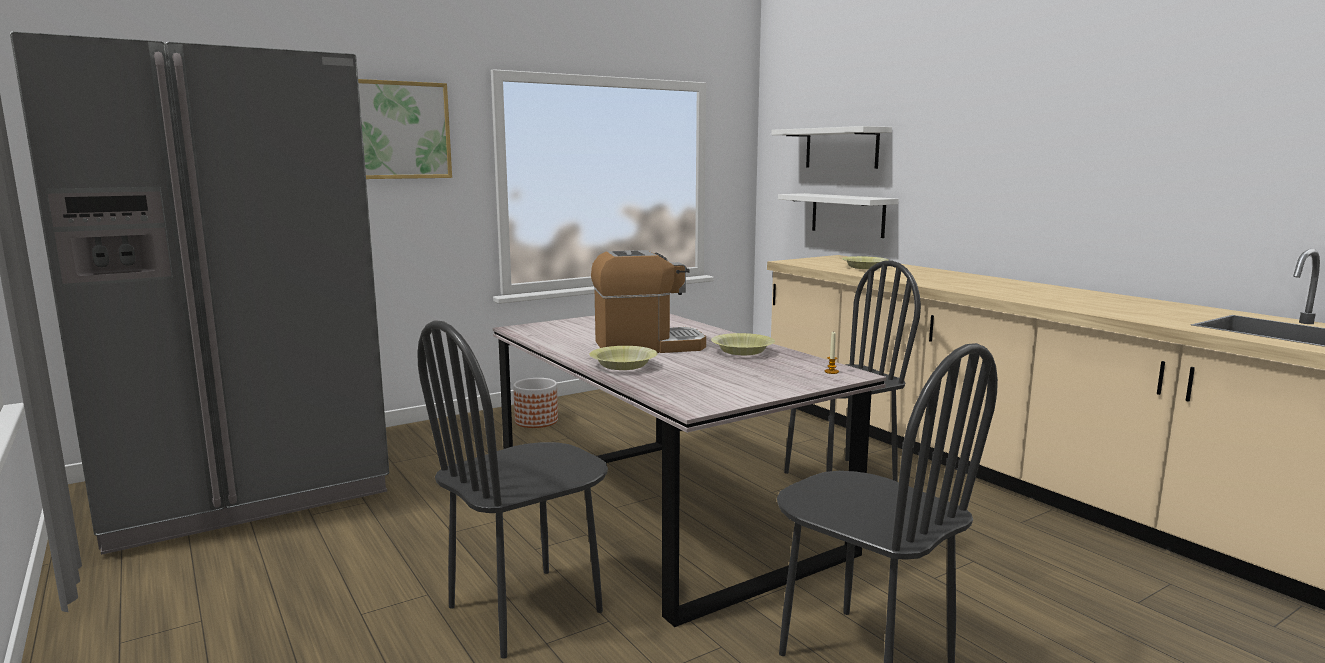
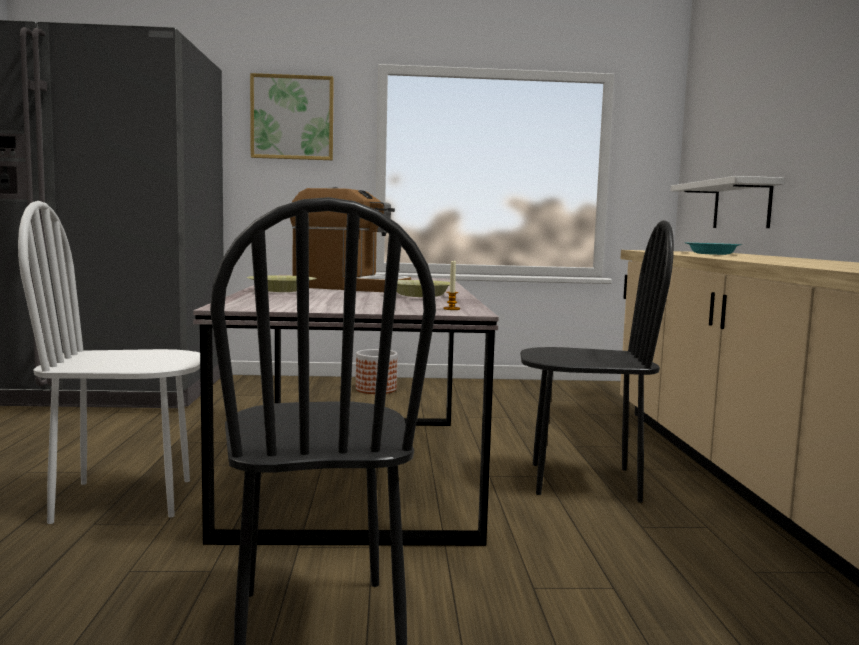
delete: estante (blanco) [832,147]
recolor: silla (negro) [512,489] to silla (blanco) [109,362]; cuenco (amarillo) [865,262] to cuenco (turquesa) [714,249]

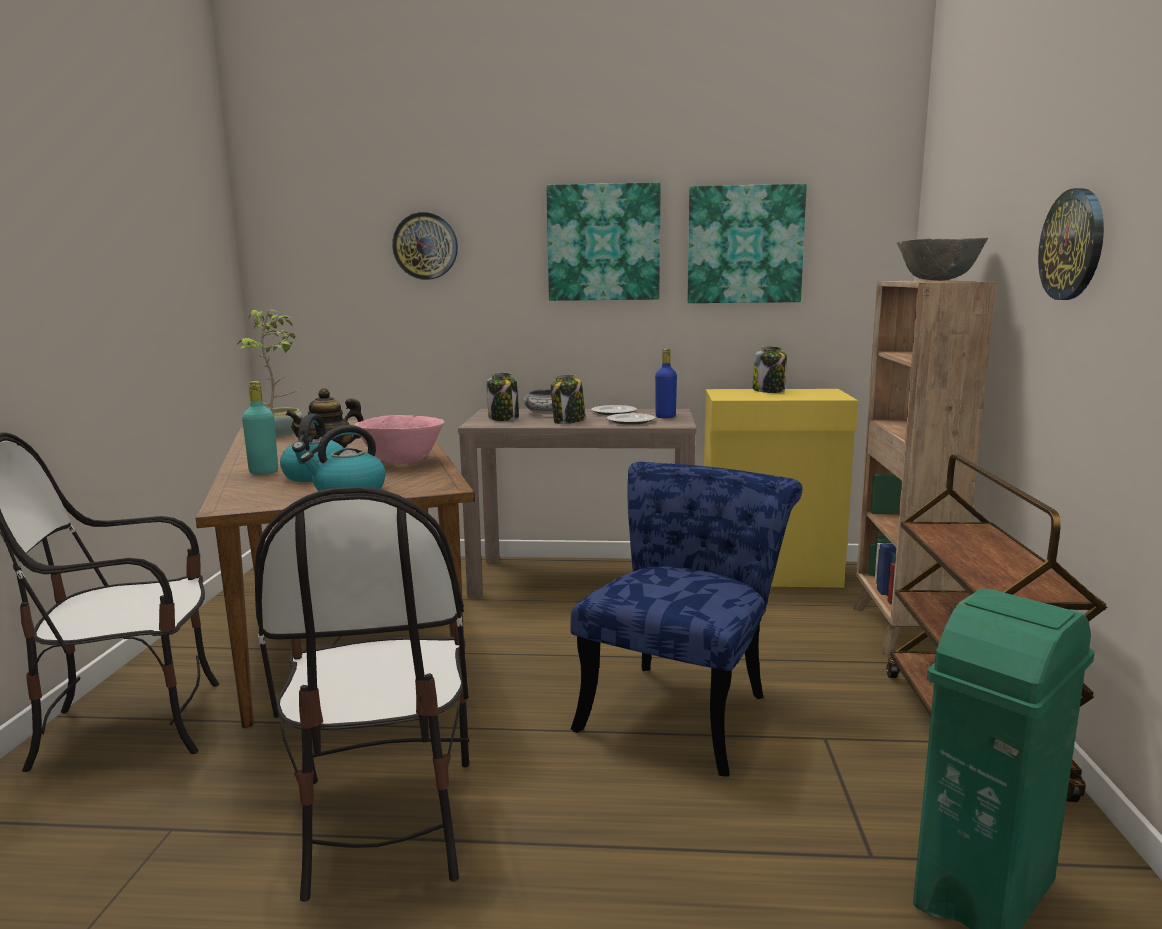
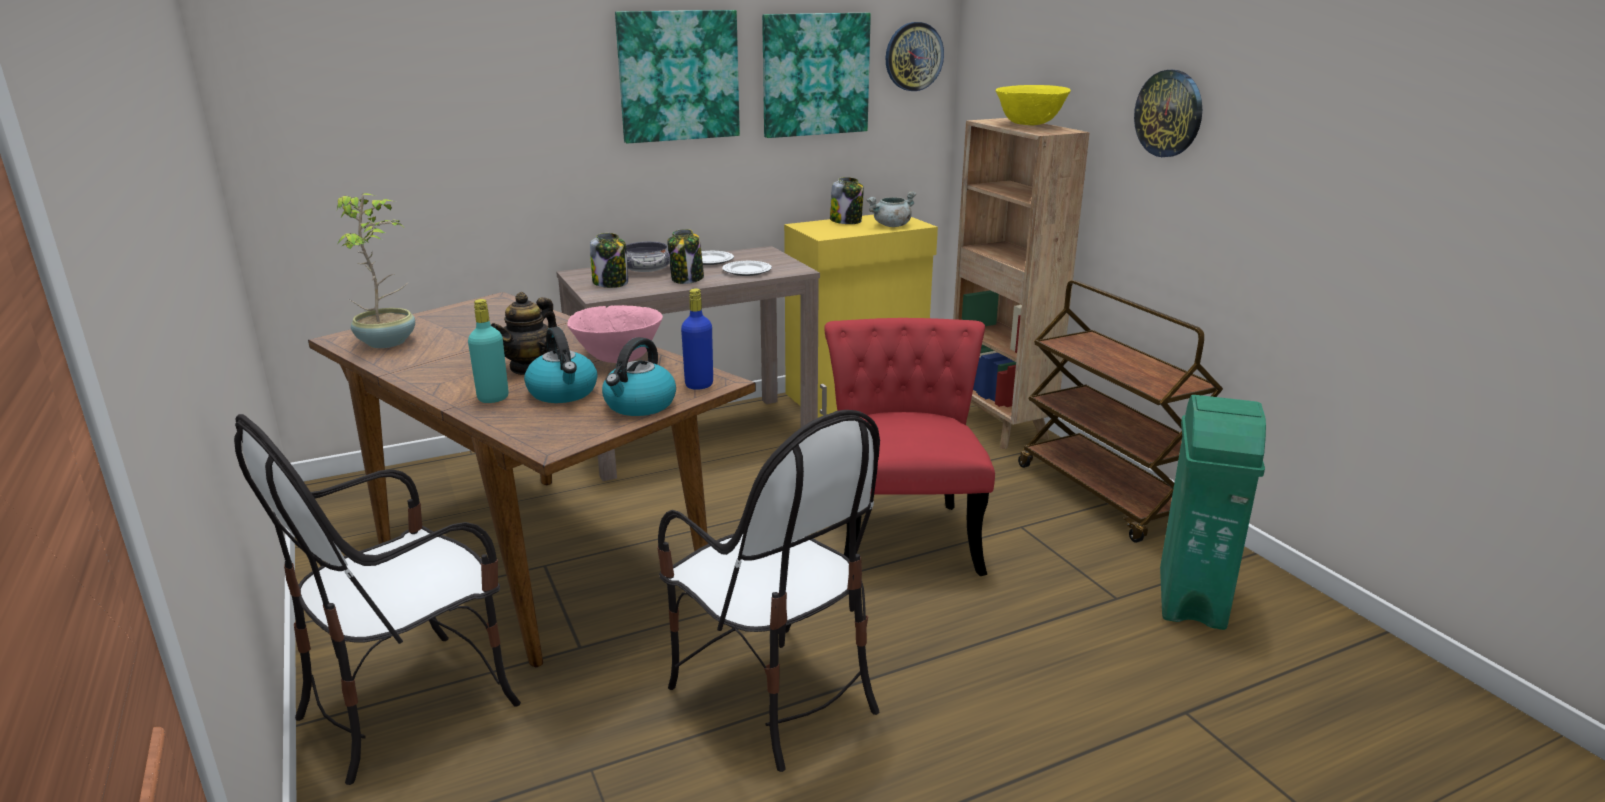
insert: olla (gris) [891,209]
move: reloj de pared [425,246] to [914,56]; botella (azul) [666,383] to [697,339]
recolor: silla (azul) [686,619] to silla (rojo) [909,447]; cuenco (gris) [942,259] to cuenco (amarillo) [1033,105]

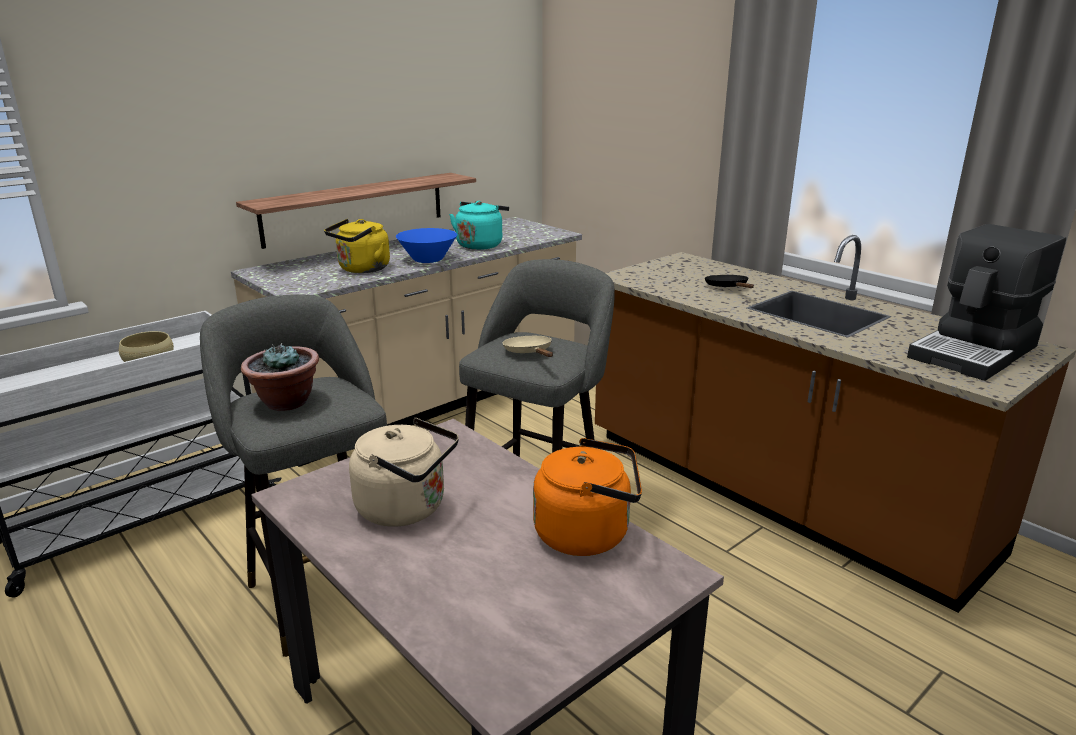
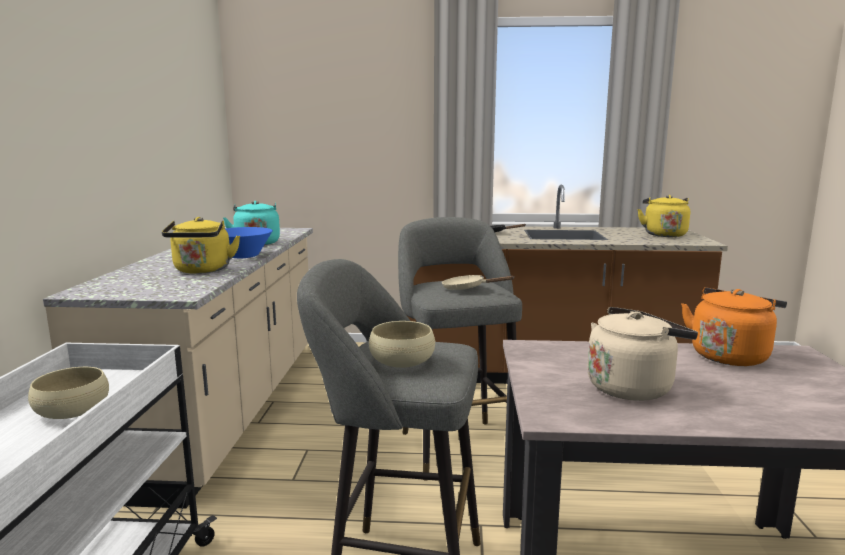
delete: estante [356,211]
replace: planta en maceta [280,377] to cuenco (beis) [402,344]; cafetera [986,302] to hervidor (amarillo) [663,216]

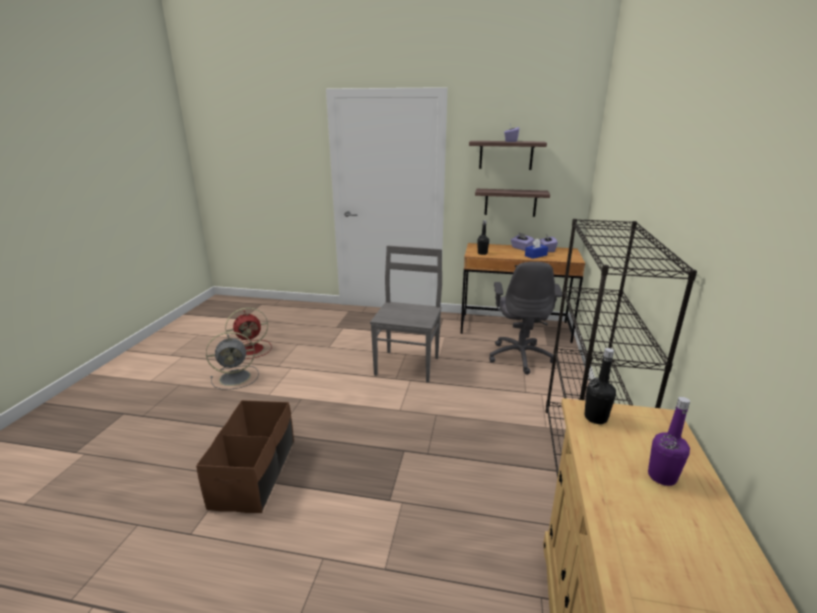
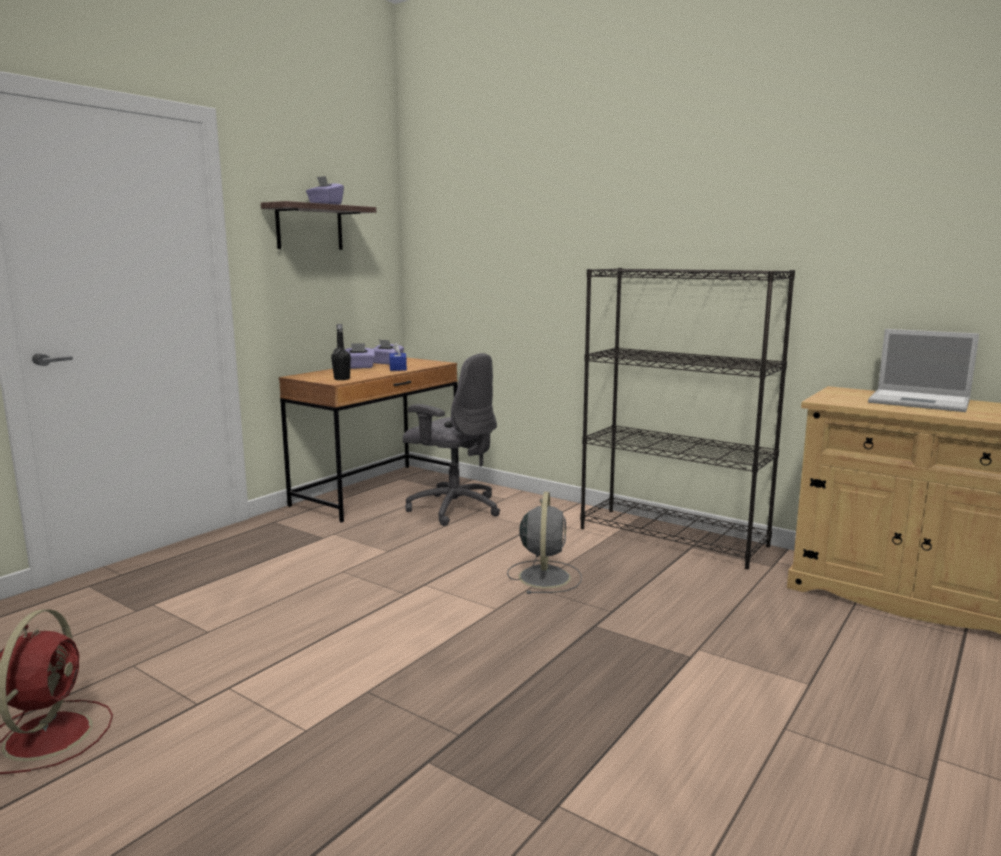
delete: caja de almacenaje (marrón) [245,456]; silla (gris) [406,314]; estante [512,203]; botella (negro) [600,386]
move: ventilador (gris) [232,361] to [544,543]
replace: botella (morado) [669,441] to portátil [923,370]

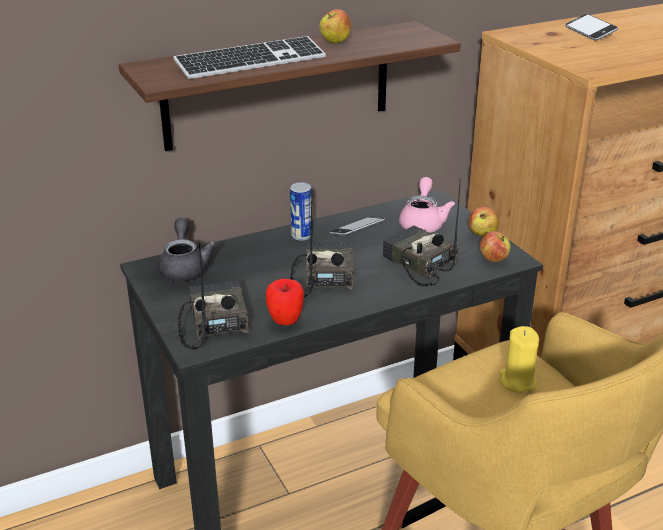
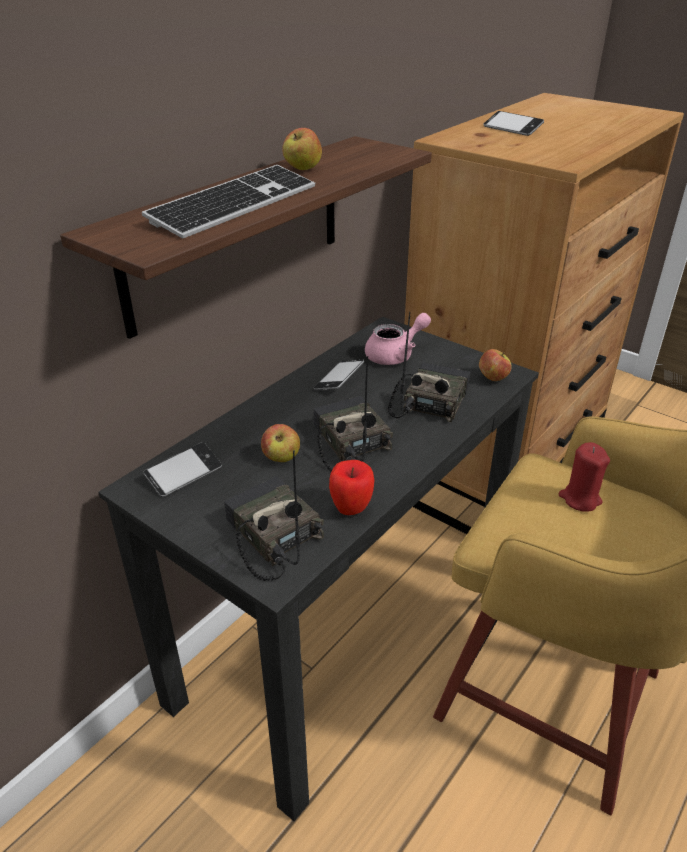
delete: lata [301,212]
move: manzana [483,222] to [280,443]
replace: tetera (gris) [187,249] to móvil [182,469]
recolor: vela (amarillo) [519,359] to vela (rojo) [584,477]
rotate: radio [422,233] = [429,367] 90 degrees clockwise; tetera (rosa) [427,205] = [398,339] 75 degrees clockwise

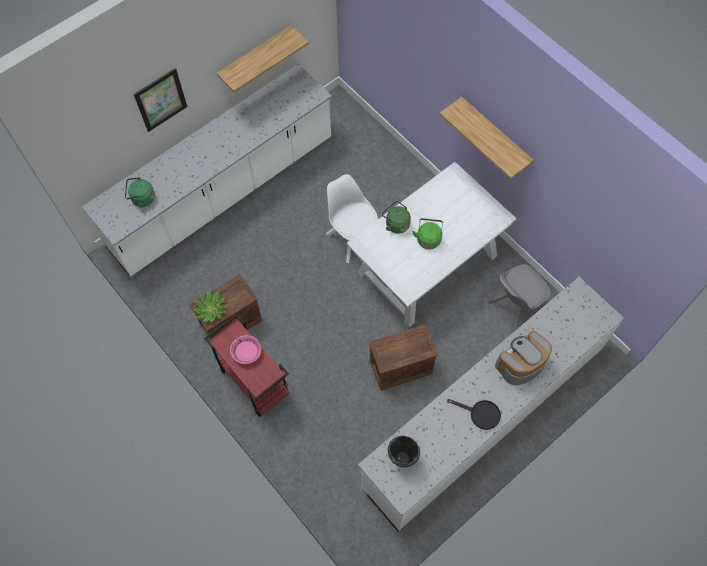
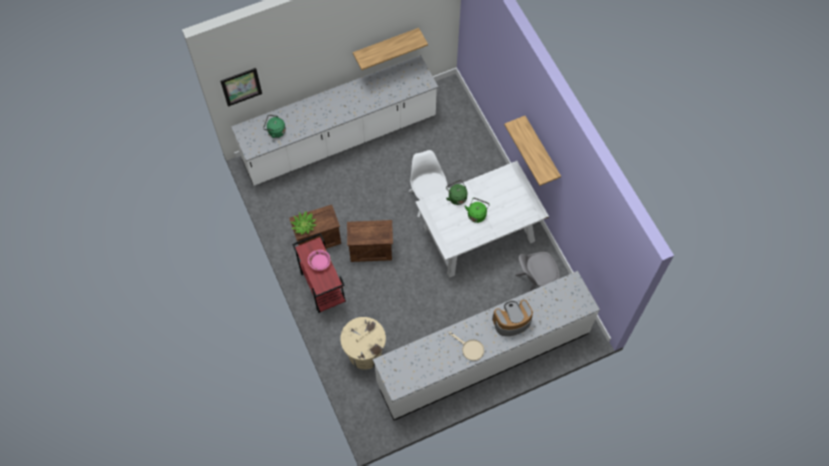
delete: olla (negro) [404,451]
insert: papelera (beis) [363,343]
move: cuadro [160,100] to [241,87]; caja de embalaje [403,357] to [370,241]
recolor: sartén (negro) [474,414] to sartén (beis) [466,346]

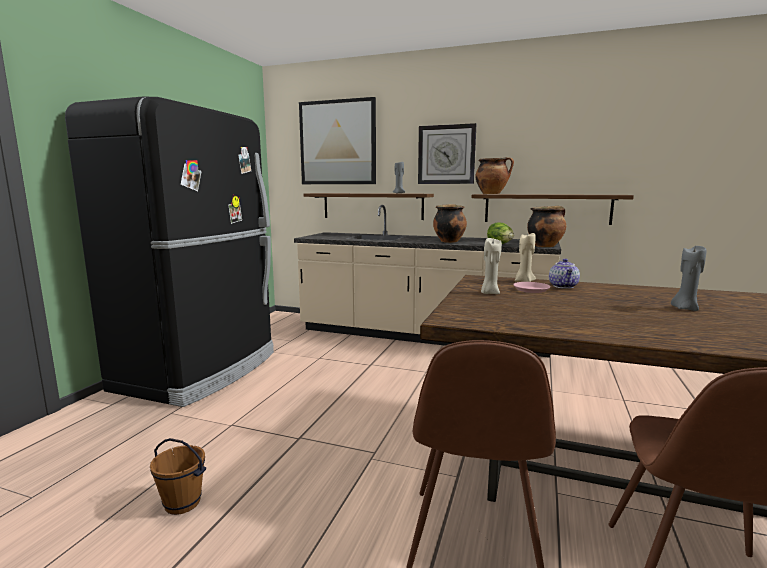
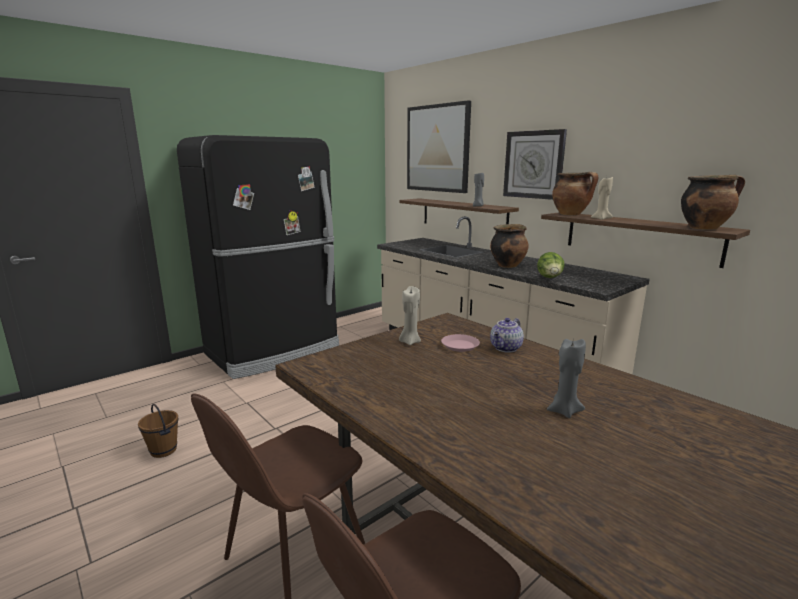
move: vela (beis) [525,257] to [602,198]; olla [546,226] to [713,202]

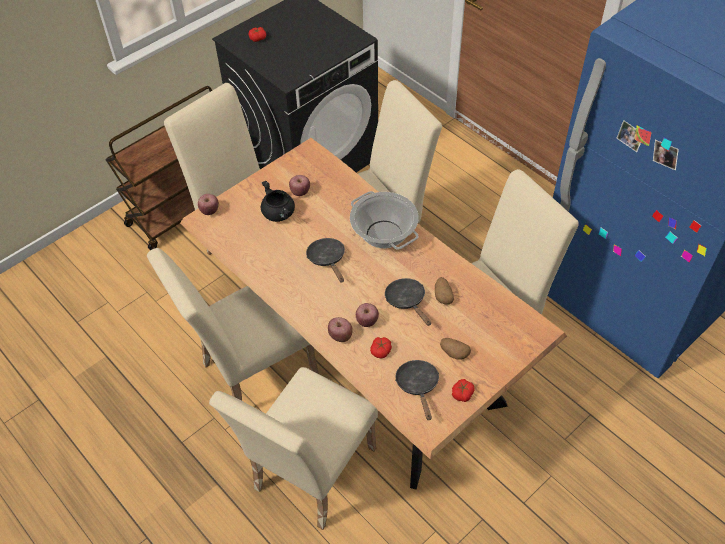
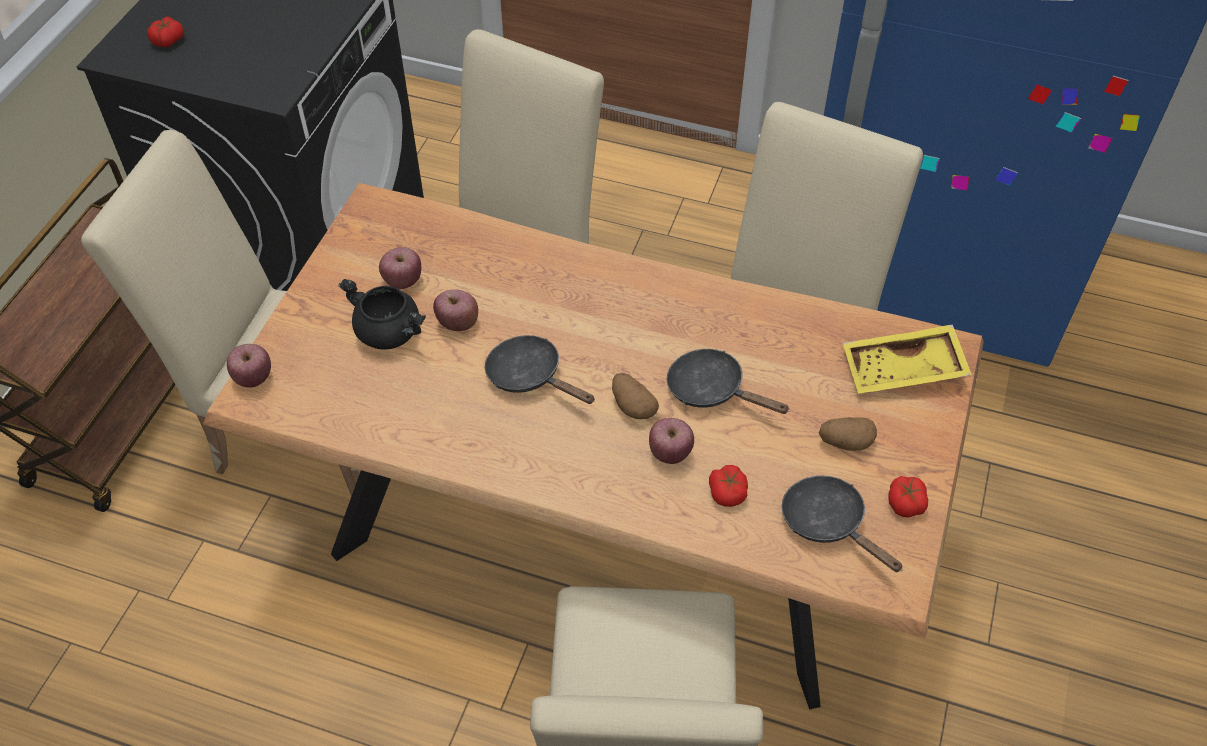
delete: silla (beis) [233,324]; olla [384,220]
insert: bandeja (amarillo) [907,359]
move: manzana [340,329] to [455,310]; patata [444,291] to [635,396]

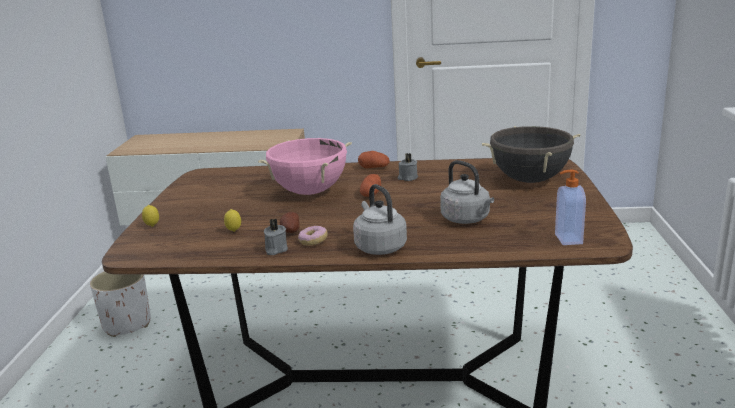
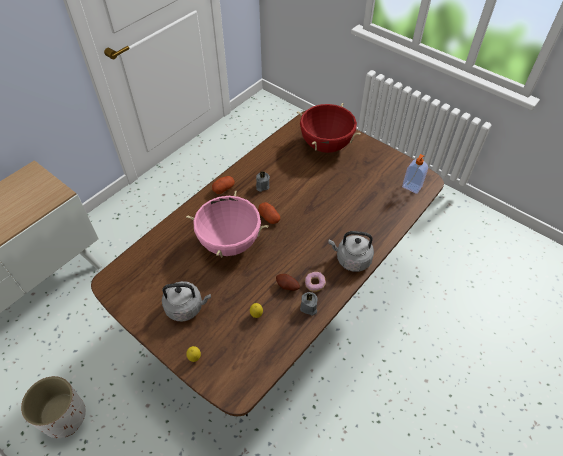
move: hervidor (gris) [467,192] to [186,301]
recolor: olla (negro) [531,154] to olla (rojo) [329,128]

